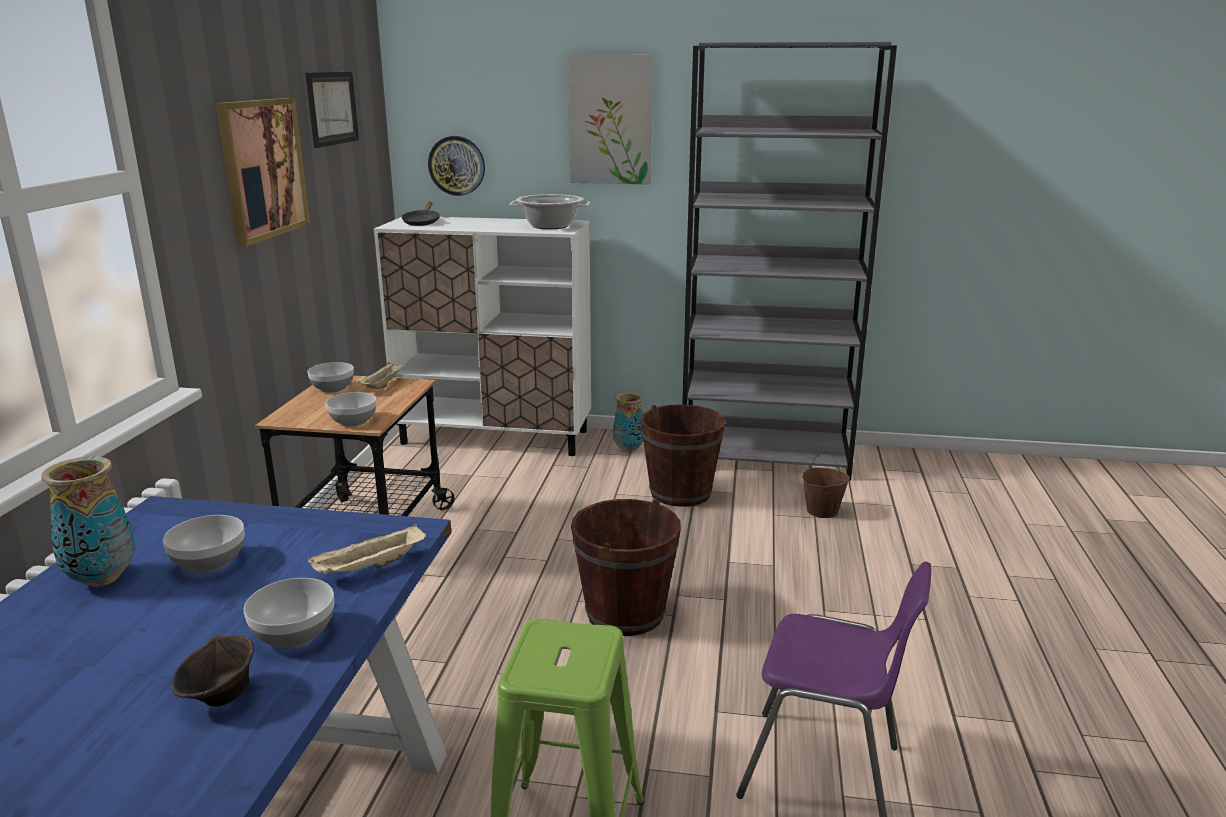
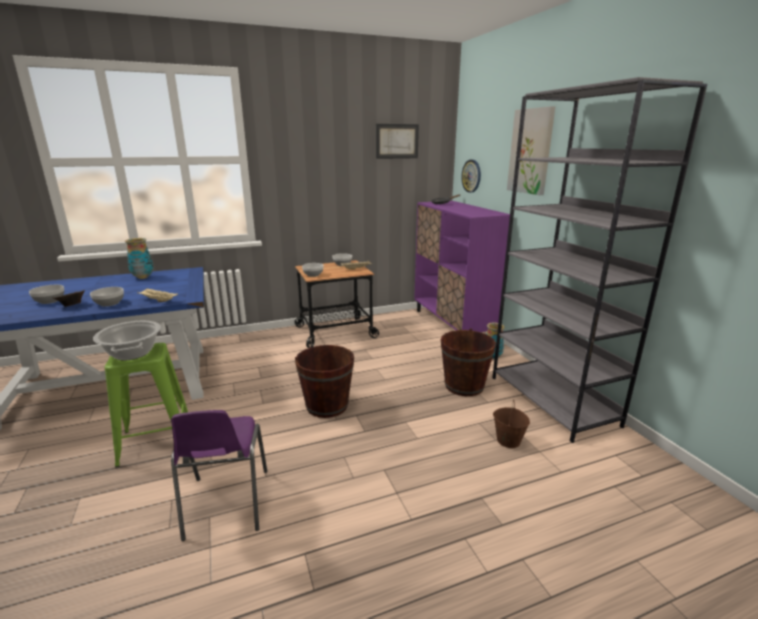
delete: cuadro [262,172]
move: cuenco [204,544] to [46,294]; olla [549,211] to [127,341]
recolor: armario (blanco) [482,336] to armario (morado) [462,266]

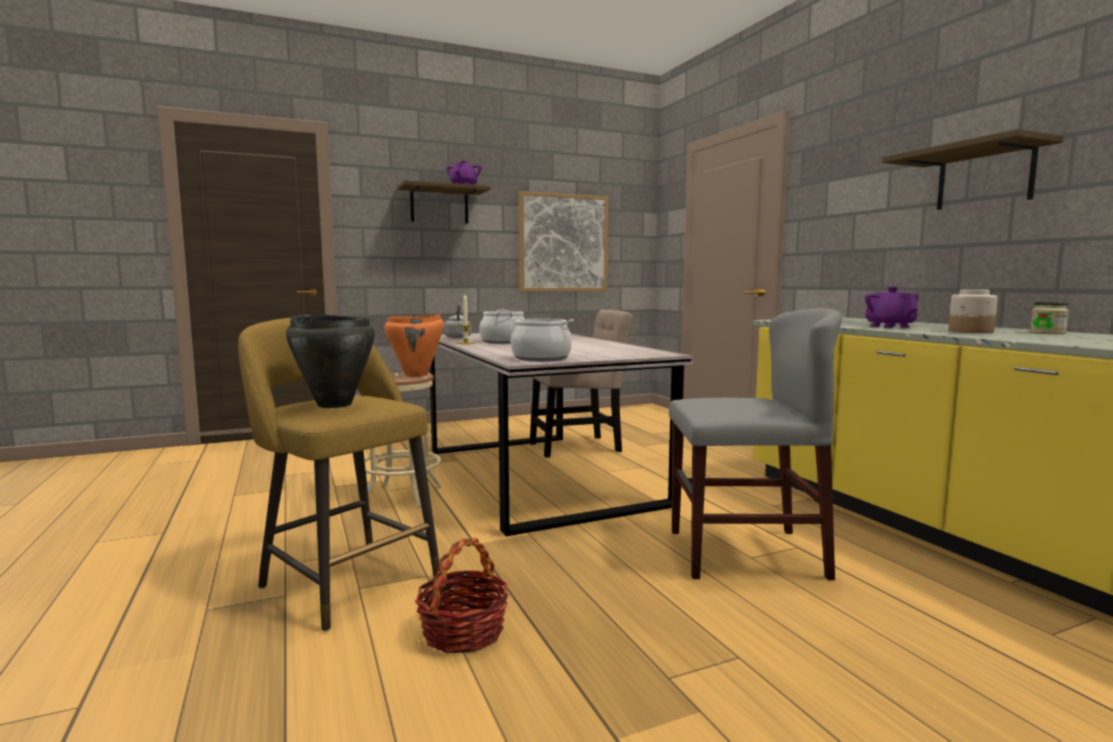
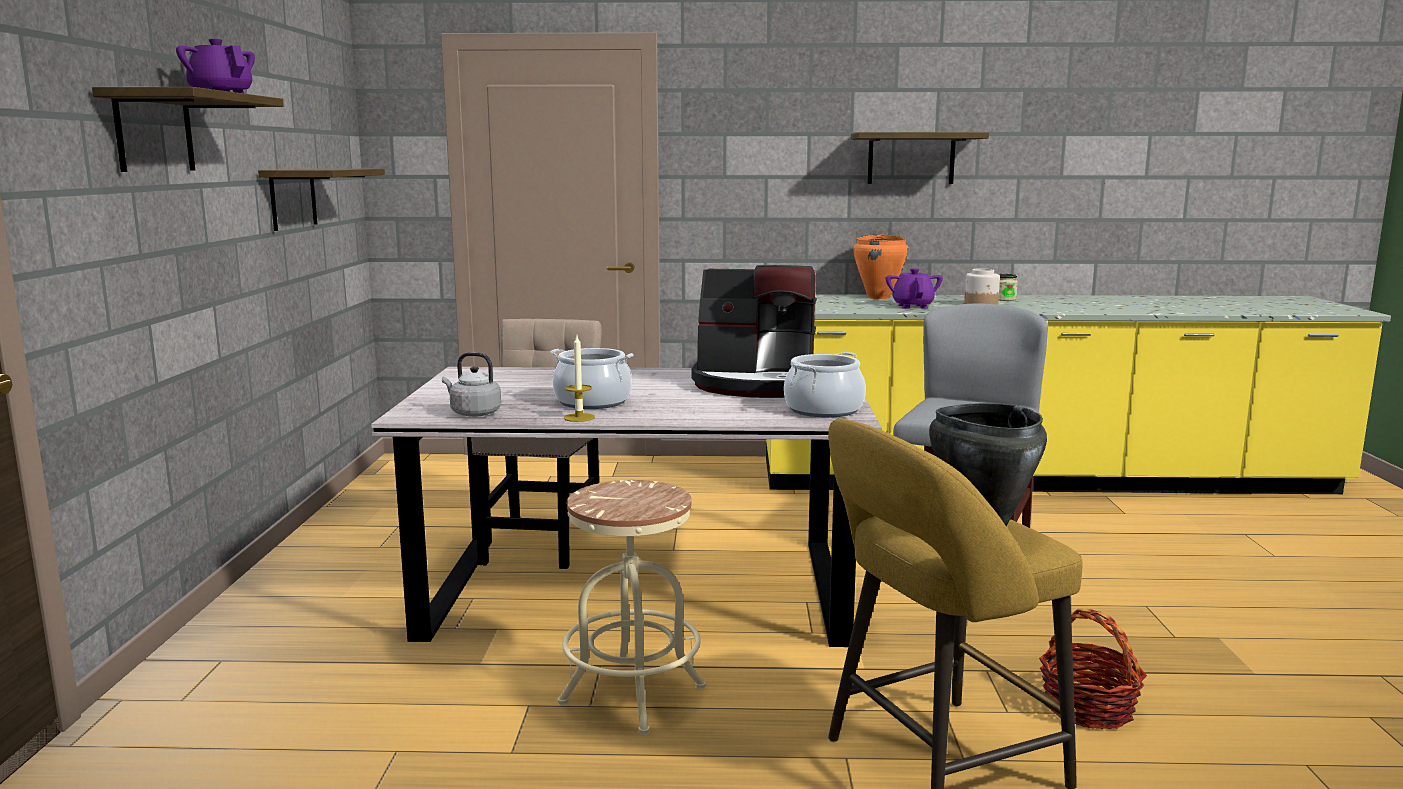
insert: cafetera [754,331]
move: olla (naranja) [414,345] to [881,266]
replace: cuadro [563,241] to estante [321,200]
rotate: tetera (morado) [892,307] = [914,288] 75 degrees clockwise

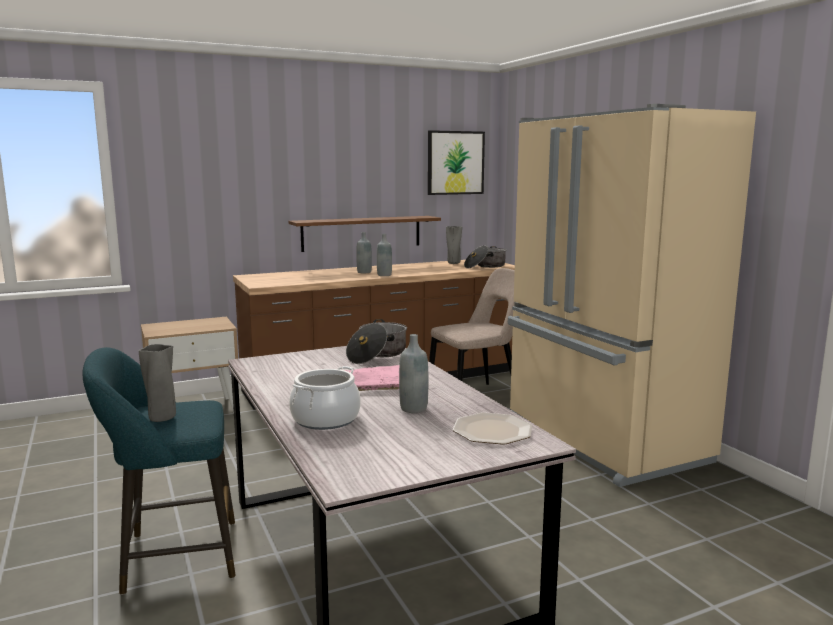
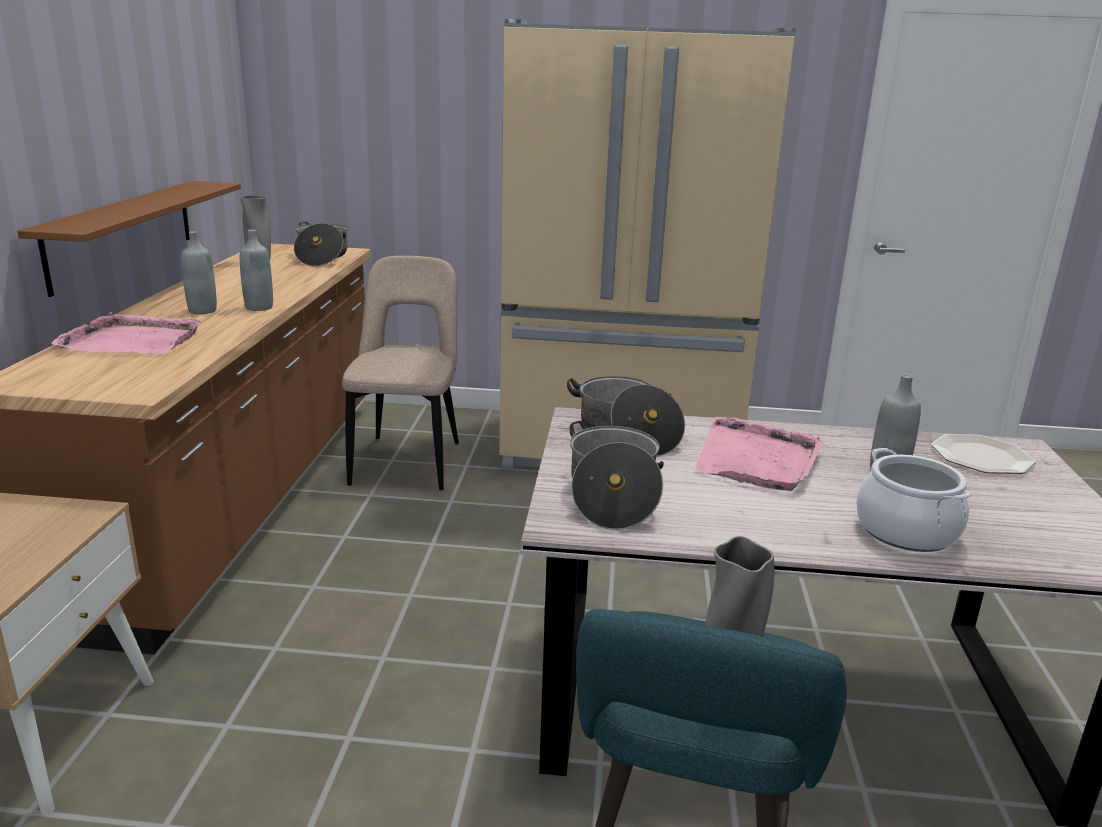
delete: cuadro [456,162]
insert: bandeja (rosa) [126,333]; olla [617,475]

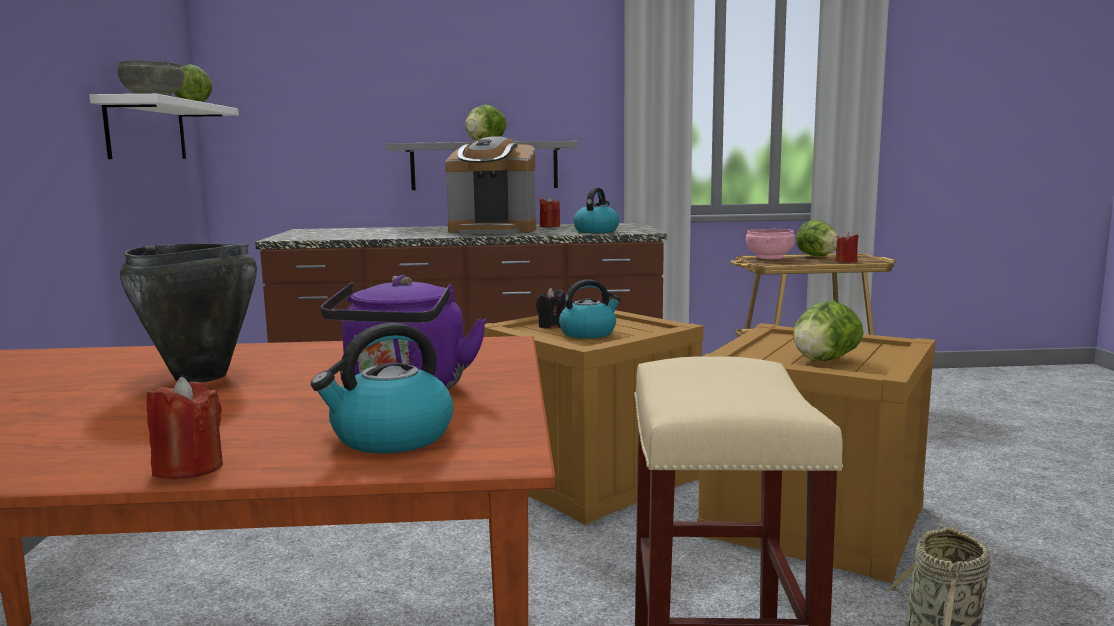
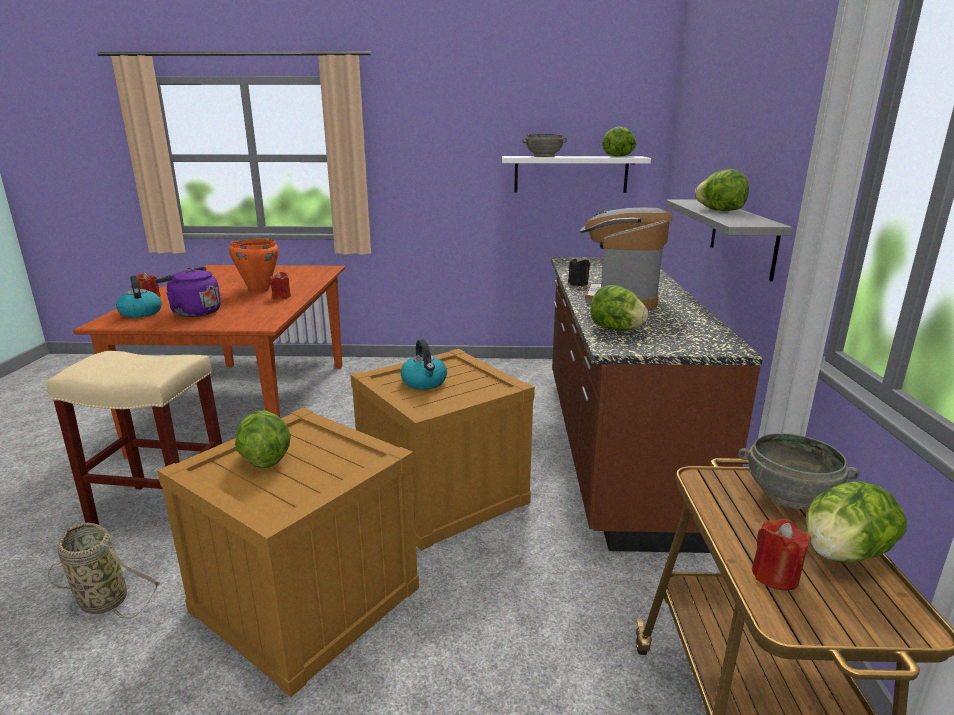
move: vela (negro) [550,308] to [579,271]; vela (rojo) [549,211] to [280,285]
replace: hervidor [596,210] to lechuga [619,308]
recolor: olla (negro) [188,313] to olla (naranja) [254,265]; cuenco (rosa) [770,244] to cuenco (gris) [798,471]

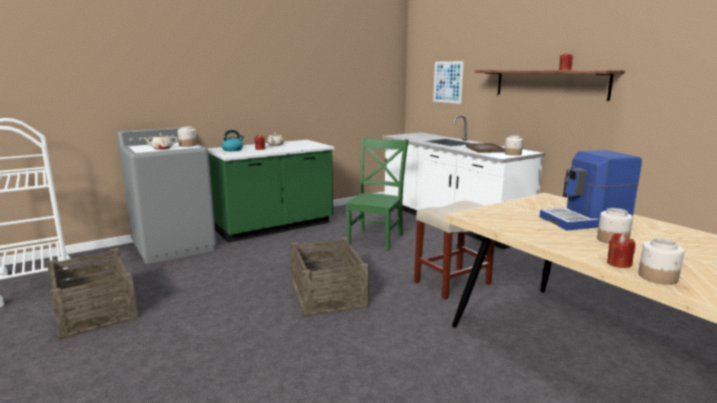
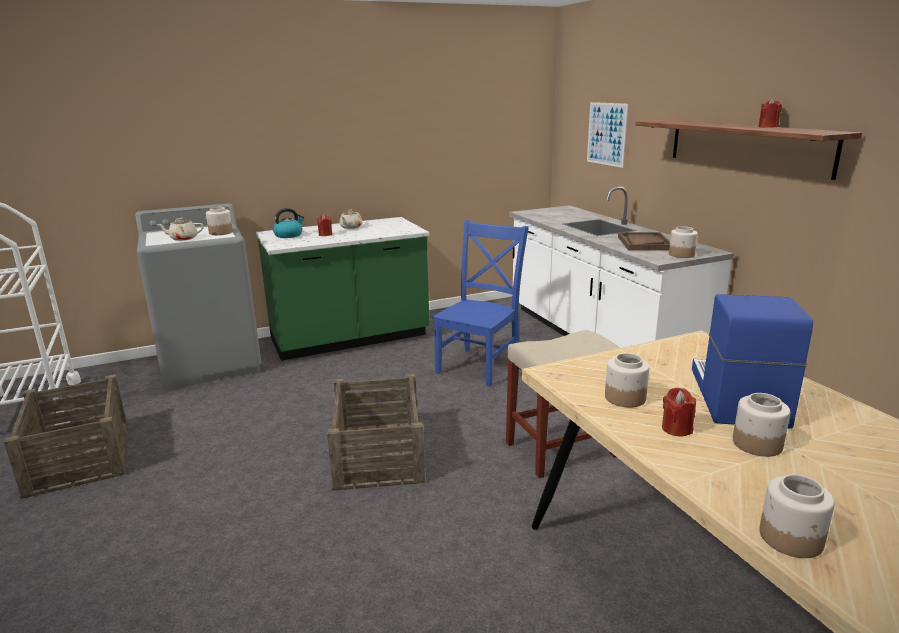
insert: tarro [627,380]
move: vela (rojo) [621,250] to [679,412]
recolor: silla (verde) [377,193] to silla (azul) [481,303]
rotate: cafetera [591,190] = [752,361] 105 degrees clockwise

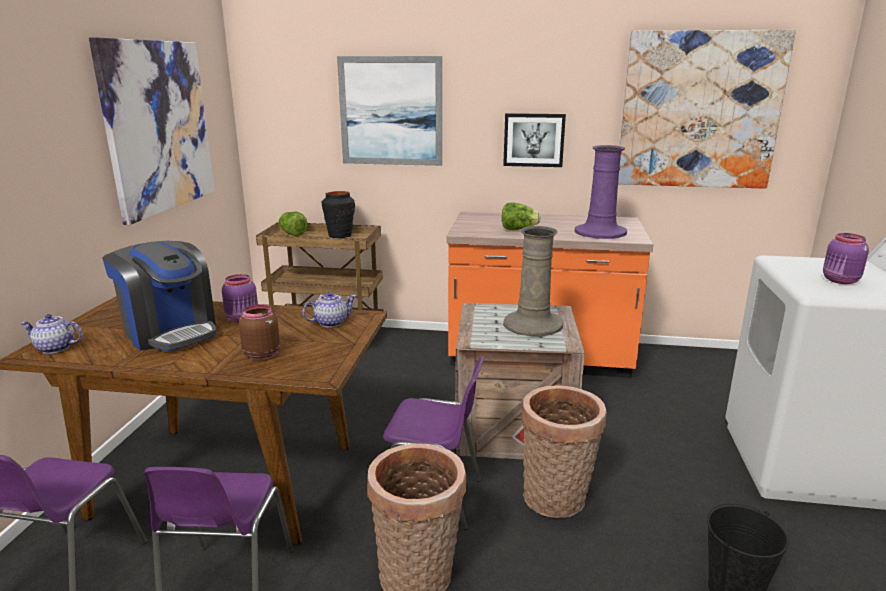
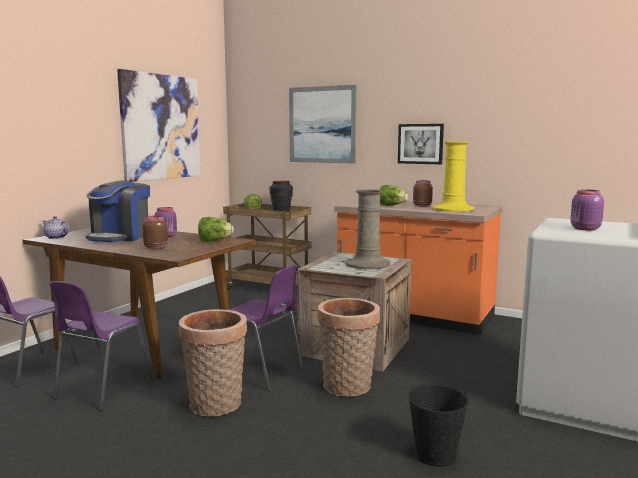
delete: cuadro [707,109]
insert: tarro (marrón) [423,193]
replace: tetera [329,310] to lechuga [216,229]
recolor: florero (morado) [601,192] to florero (amarillo) [453,177]
rotate: cafetera [159,296] = [118,211] 45 degrees clockwise

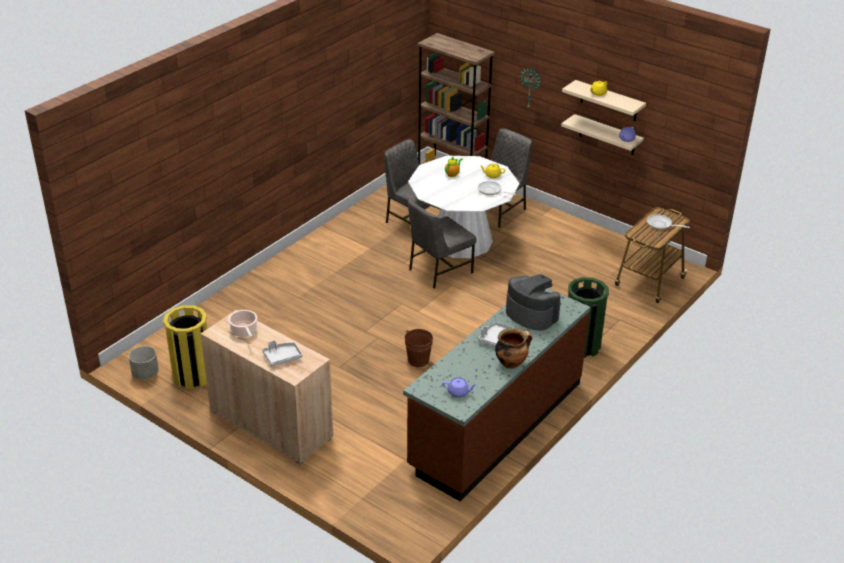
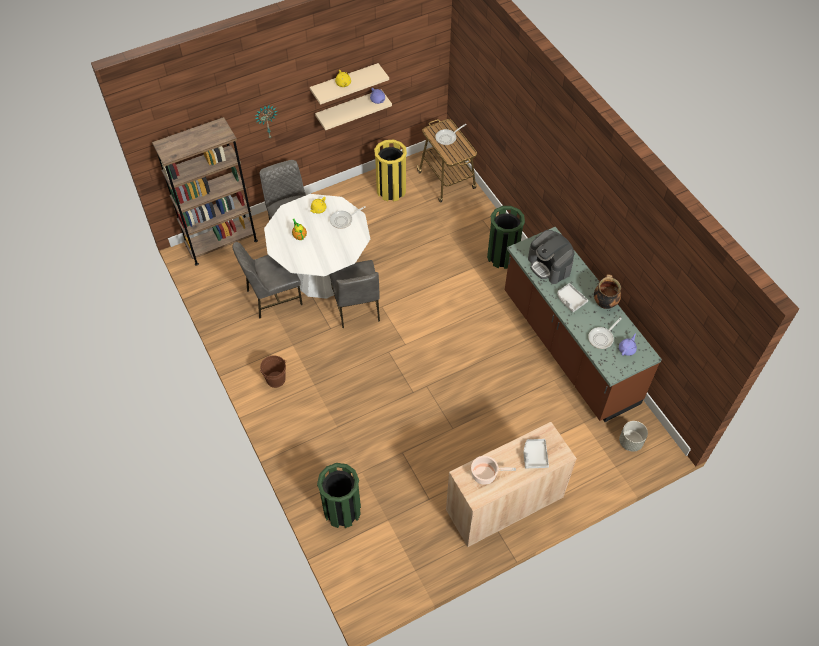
insert: papelera (verde) [339,495]; sartén [605,333]
move: maceta (gris) [144,362] to [633,436]; papelera (amarillo) [185,347] to [390,171]; cubo (marrón) [419,348] to [273,371]
rotate: cafetera [533,302] = [551,257] 105 degrees counterclockwise

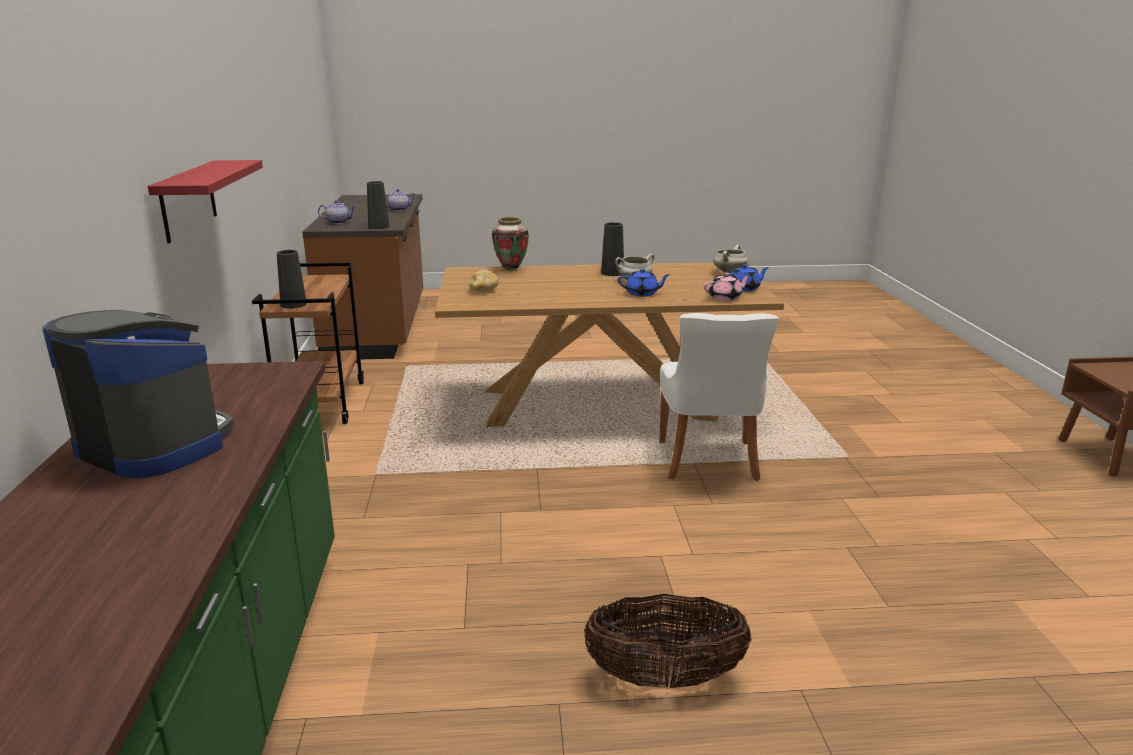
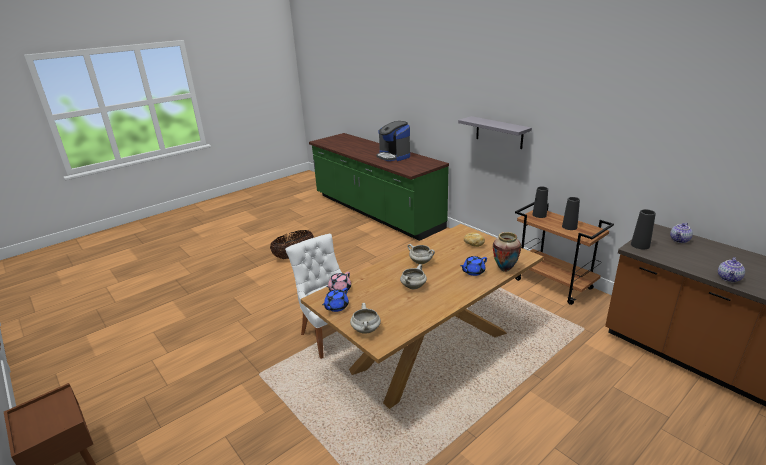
insert: olla (blanco) [421,254]
move: florero (negro) [612,249] to [571,213]; tetera (azul) [643,282] to [473,266]
recolor: estante (rojo) [205,202] to estante (gris) [495,132]
rotate: cafetera [138,394] = [393,141] 60 degrees clockwise

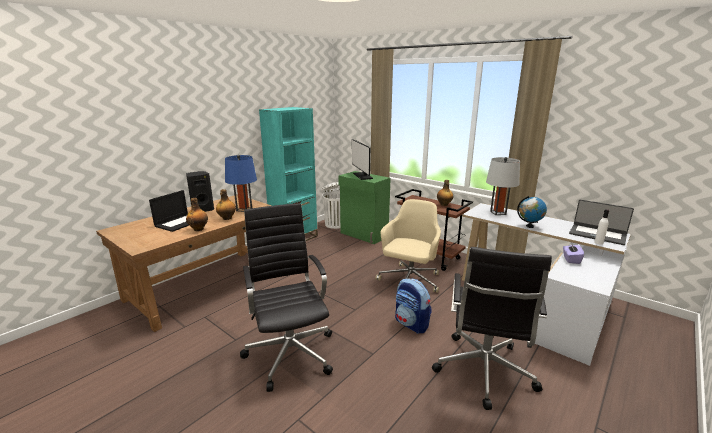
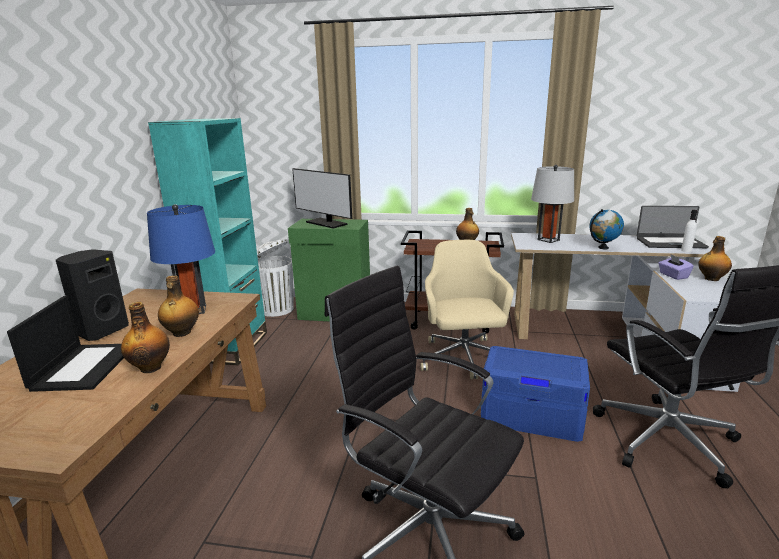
insert: botella [715,258]
replace: mochila [413,305] to caja de almacenaje (azul) [535,394]

